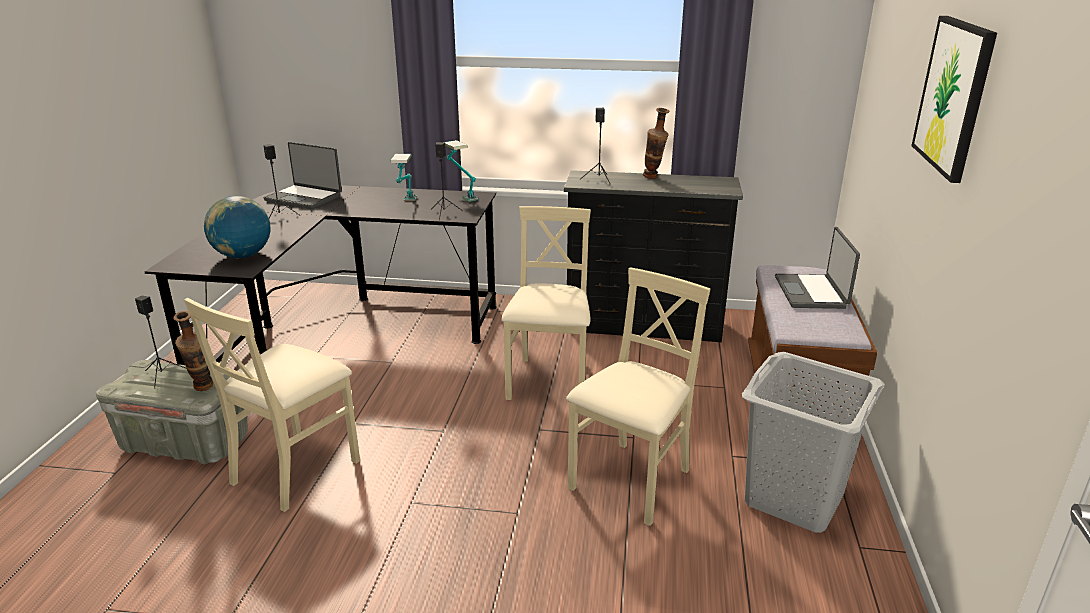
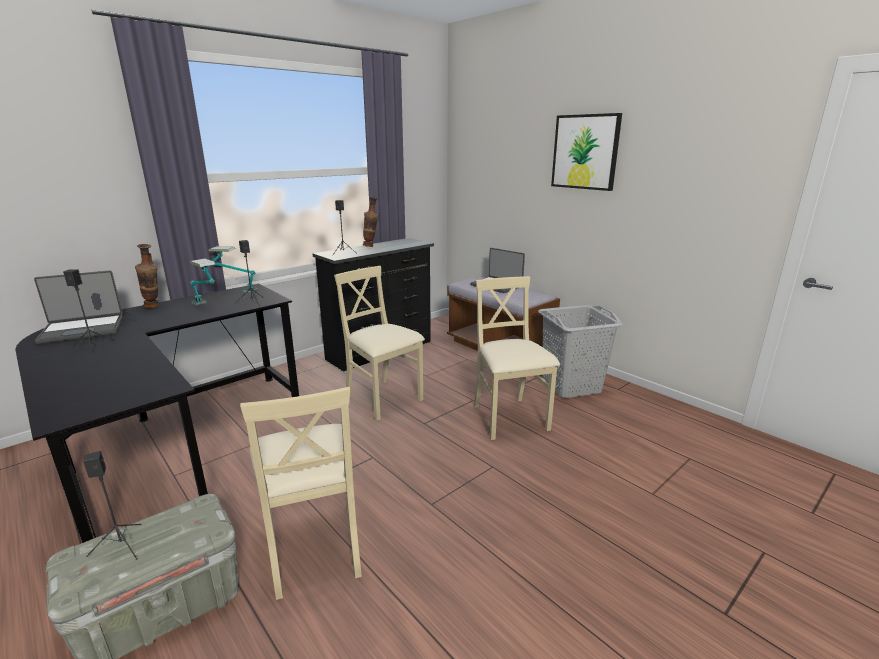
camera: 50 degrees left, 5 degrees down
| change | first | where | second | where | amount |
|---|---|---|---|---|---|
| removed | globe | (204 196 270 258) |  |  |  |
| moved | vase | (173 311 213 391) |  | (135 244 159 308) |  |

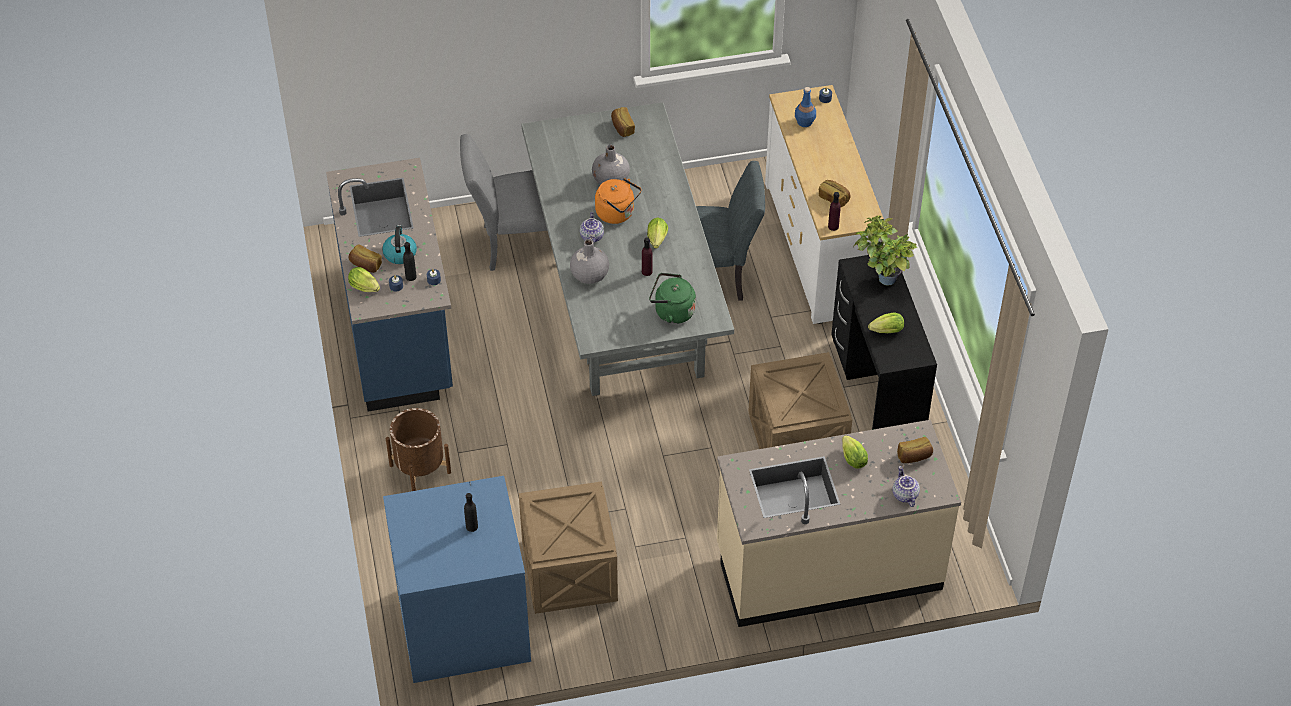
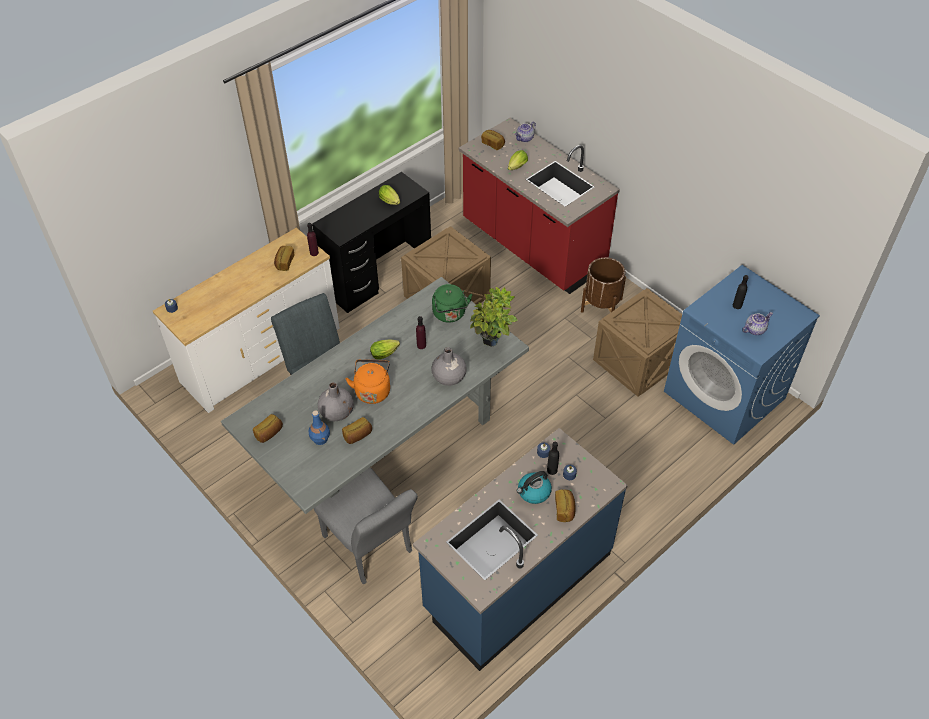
camera: 120 degrees left, 0 degrees up
| change | first | where | second | where | amount |
|---|---|---|---|---|---|
| removed | lettuce | (348 267 380 292) |  |  |  |
| added |  |  | bread | (342 417 372 444) |  |
| moved | brown planter | (386 408 451 491) |  | (581 257 626 313) |  |
| moved | teapot | (580 212 604 243) |  | (743 312 773 335) |  |
| moved | blue bottle | (795 87 816 127) |  | (308 410 330 445) |  |
| moved | potted plant | (853 215 917 286) |  | (470 287 518 347) |  |
| recoloured | beige counter | (717 420 961 627) | red counter | (459 118 620 294) |  |

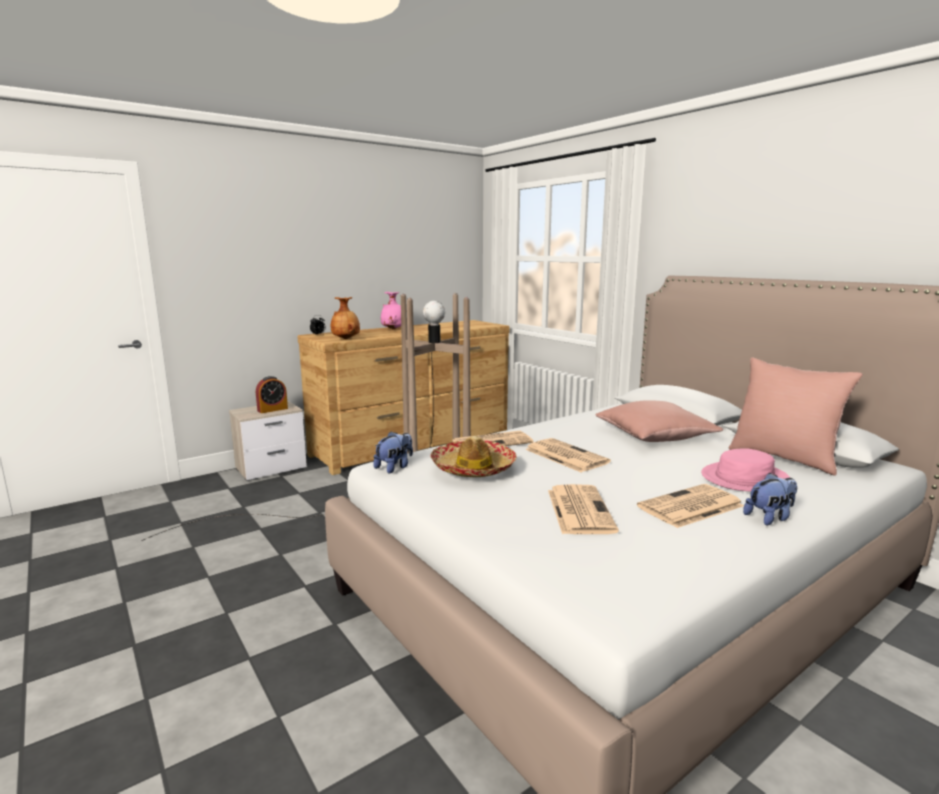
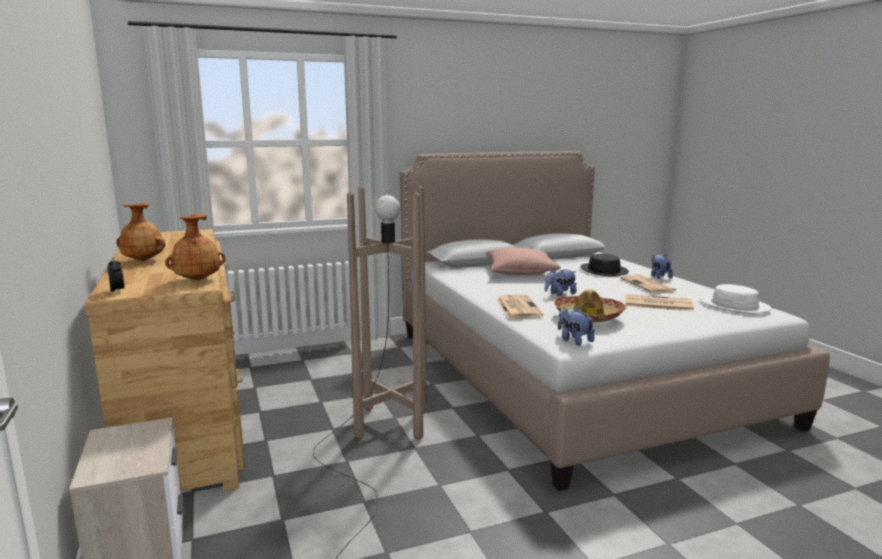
camera: 75 degrees left, 0 degrees up
| change | first | where | second | where | amount |
|---|---|---|---|---|---|
| removed | alarm clock | (256 376 288 413) |  |  |  |
| removed | pink pillow | (729 357 863 476) |  |  |  |
| added |  |  | white hat | (700 284 771 314) |  |
| replaced | newspaper | (525 438 611 472) | plush toy | (545 268 577 296) |  |
| recoloured | pink vase | (381 292 401 329) | brown vase | (116 202 166 261) |  |
| recoloured | pink hat | (701 448 790 491) | black hat | (580 254 629 276) |  |

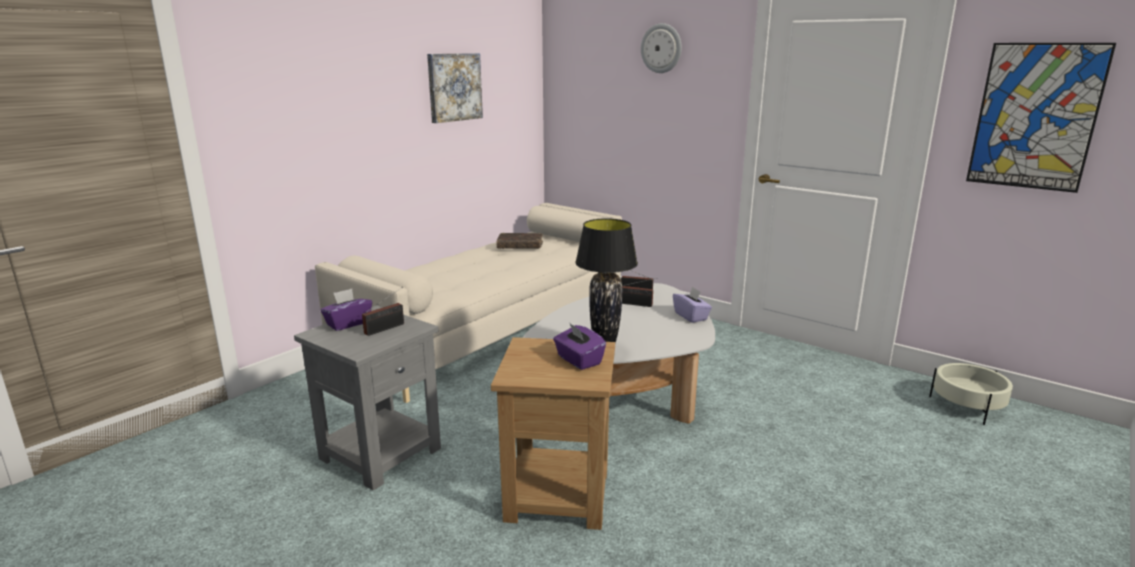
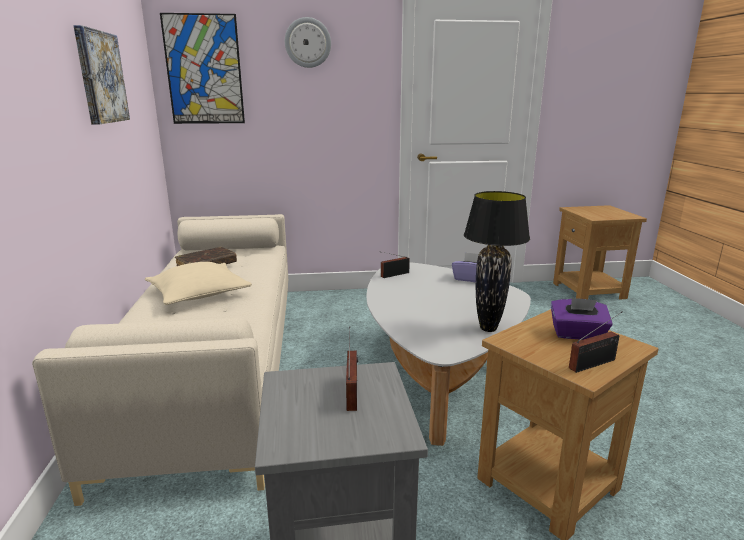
camera: 45 degrees left, 0 degrees up
| change | first | where | second | where | amount |
|---|---|---|---|---|---|
| removed | purple tissue box | (320 289 372 331) |  |  |  |
| added |  |  | beige pillow | (145 262 252 305) |  |
| moved | radio | (622 278 657 307) |  | (569 312 622 373) |  |
| moved | picture | (966 43 1116 193) |  | (160 13 245 124) |  |
| replaced | beige planter | (929 363 1013 425) | brown side table | (553 205 647 300) |  |

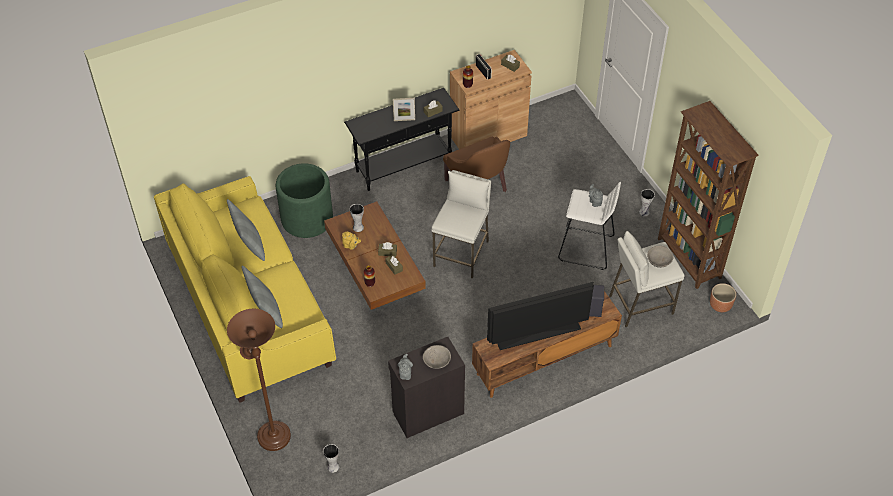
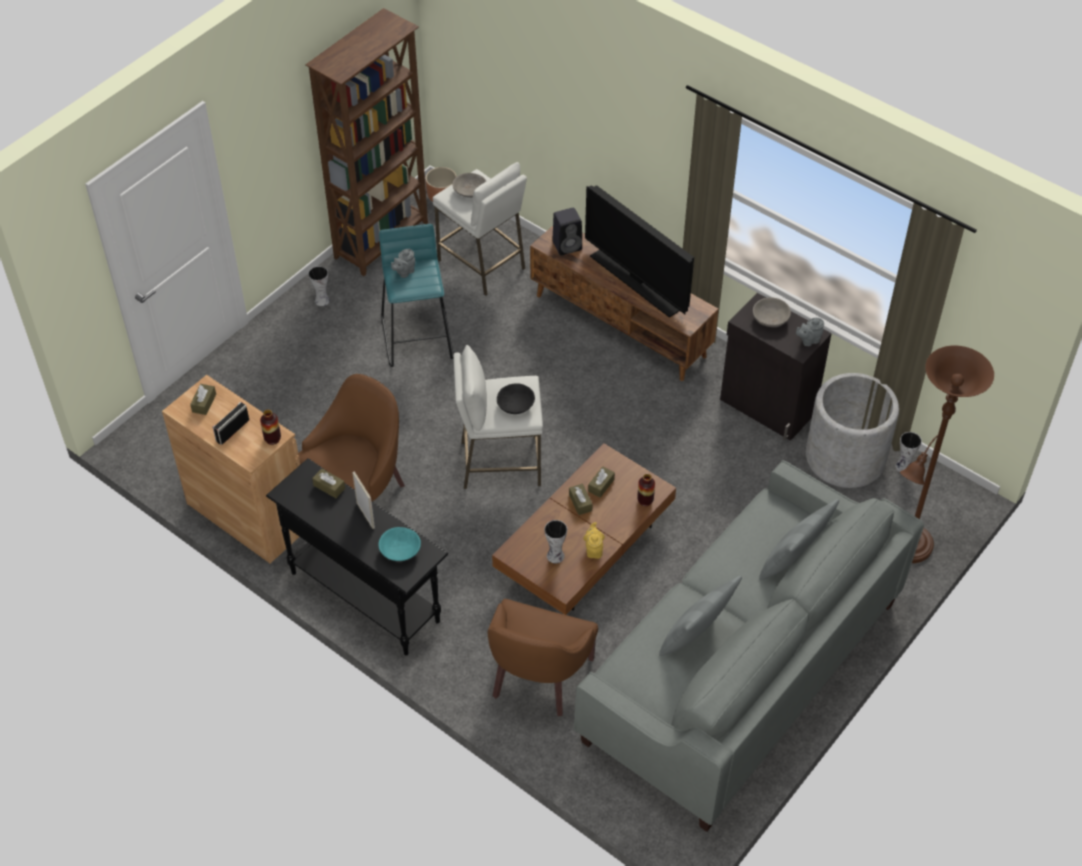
camera: 115 degrees left, 0 degrees up
| change | first | where | second | where | amount |
|---|---|---|---|---|---|
| added |  |  | turquoise bowl | (378 527 421 561) |  |
| added |  |  | black bowl | (497 383 535 414) |  |
| added |  |  | grey planter | (806 373 899 488) |  |
| replaced | green planter | (276 163 333 238) | brown armchair | (488 599 598 716) |  |
| recoloured | yellow sofa | (154 176 336 403) | grey sofa | (574 460 924 832) |  |
| recoloured | white stool | (558 182 621 270) | turquoise stool | (379 224 454 367) |  |

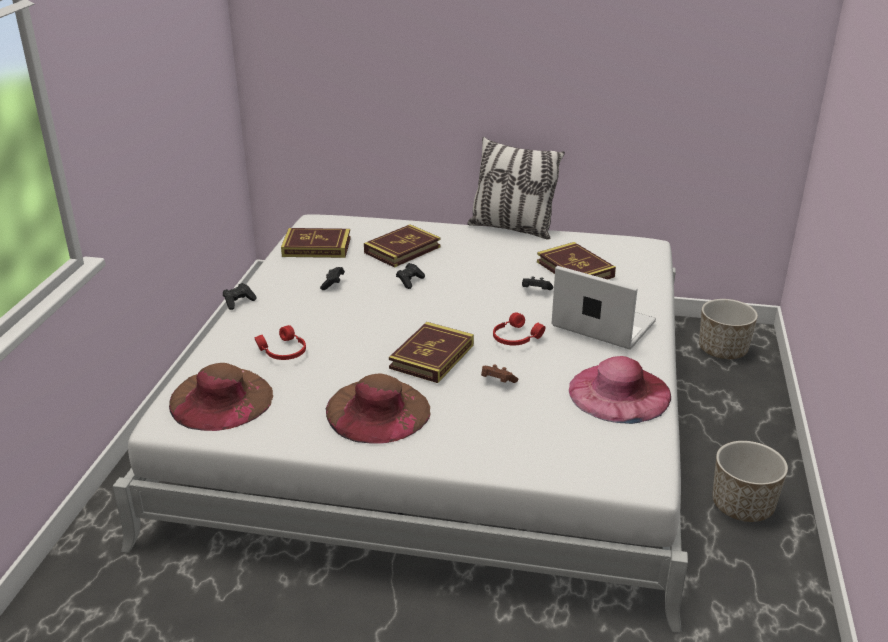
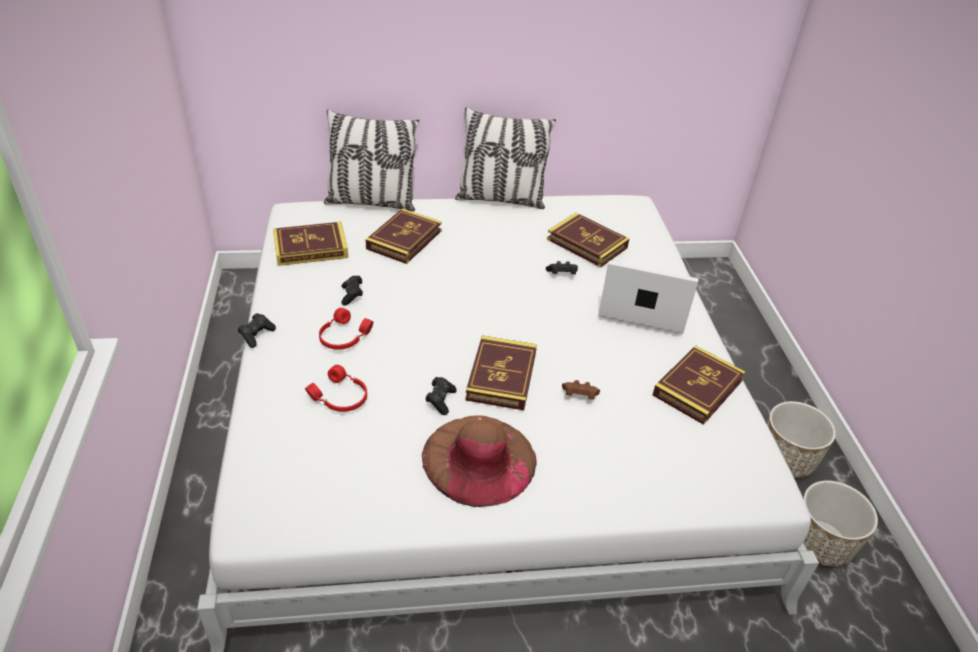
camera: 20 degrees left, 10 degrees up
| change | first | where | second | where | amount |
|---|---|---|---|---|---|
| removed | brown hat | (169 363 273 431) |  |  |  |
| added |  |  | pillow | (324 110 419 211) |  |
| moved | black game controller | (396 263 425 289) |  | (425 377 457 415) |  |
| moved | red headphones | (493 312 545 345) |  | (319 308 373 350) |  |
| moved | planter | (699 299 758 359) |  | (803 480 878 567) |  |
| replaced | pink hat | (569 356 671 424) | book | (653 345 745 425) |  |

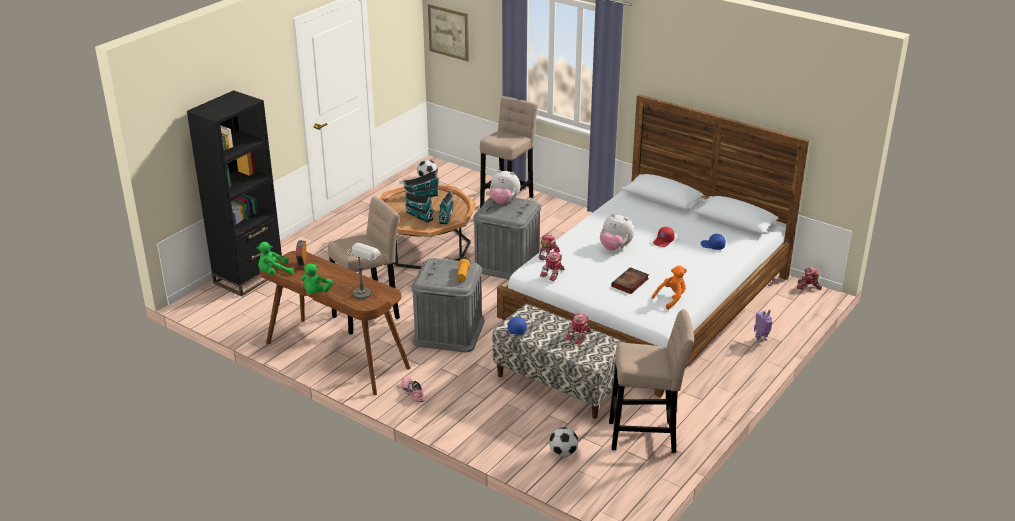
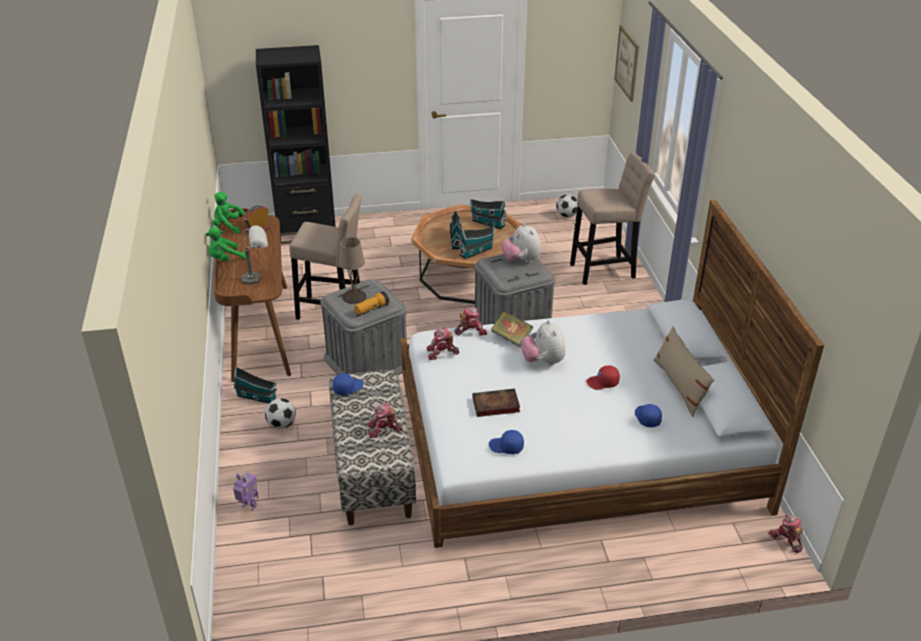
camera: 45 degrees right, 5 degrees up
| change | first | where | second | where | amount |
|---|---|---|---|---|---|
| removed | beige stool | (609 309 694 453) |  |  |  |
| added |  |  | beige table lamp | (339 237 366 304) |  |
| added |  |  | book | (491 311 533 347) |  |
| added |  |  | beige pillow | (653 326 714 417) |  |
| moved | football | (549 427 579 457) |  | (265 398 296 429) |  |
| moved | toy robot | (754 309 772 342) |  | (233 472 259 511) |  |
| replaced | pink shoe | (401 376 425 402) | toy house | (234 366 277 403) |  |
| replaced | orange plush toy | (652 265 687 310) | blue cap | (489 430 524 454) |  |

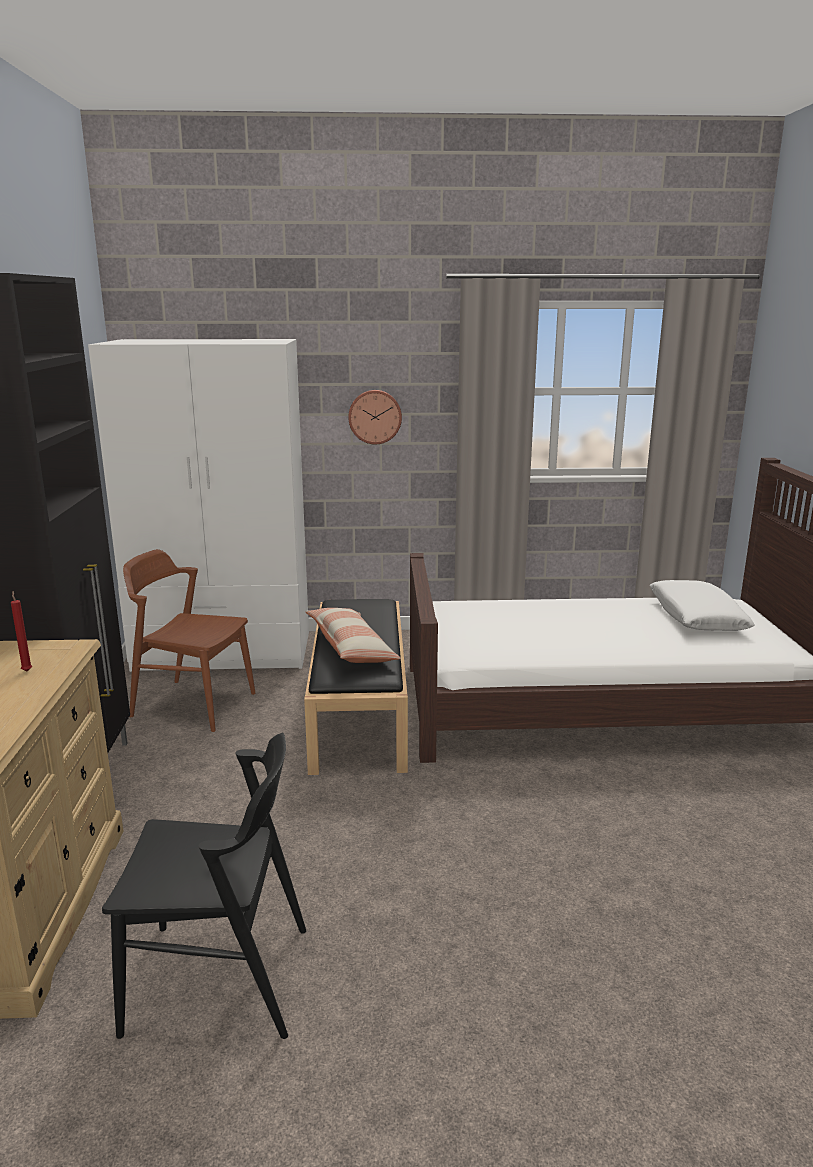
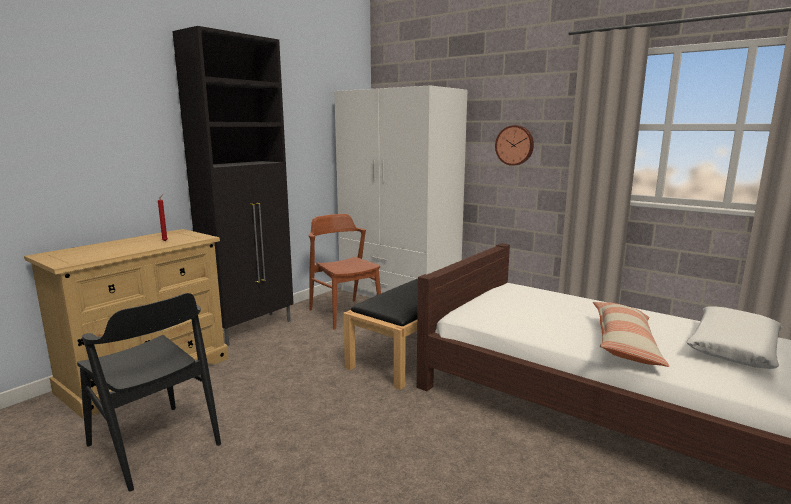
camera: 40 degrees right, 5 degrees down
| change | first | where | second | where | amount |
|---|---|---|---|---|---|
| moved | pillow | (305 608 401 663) |  | (593 302 669 367) |  |

